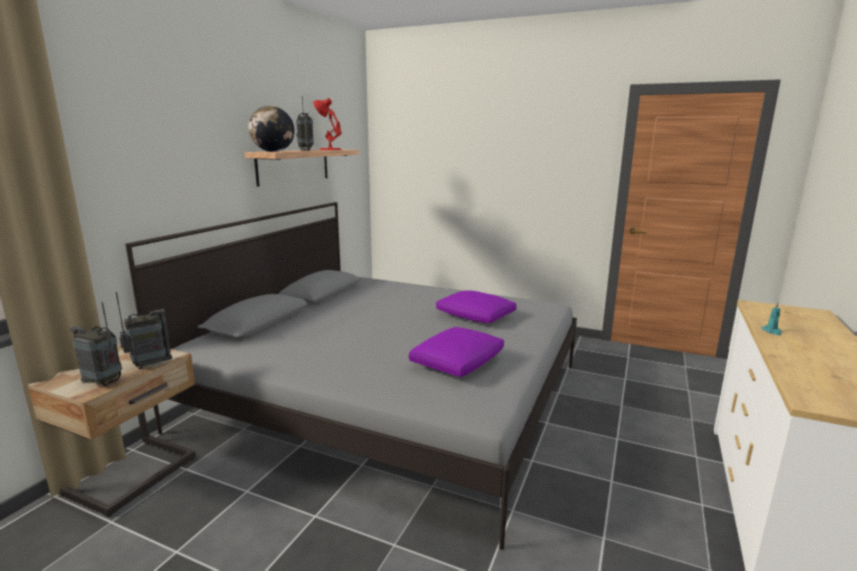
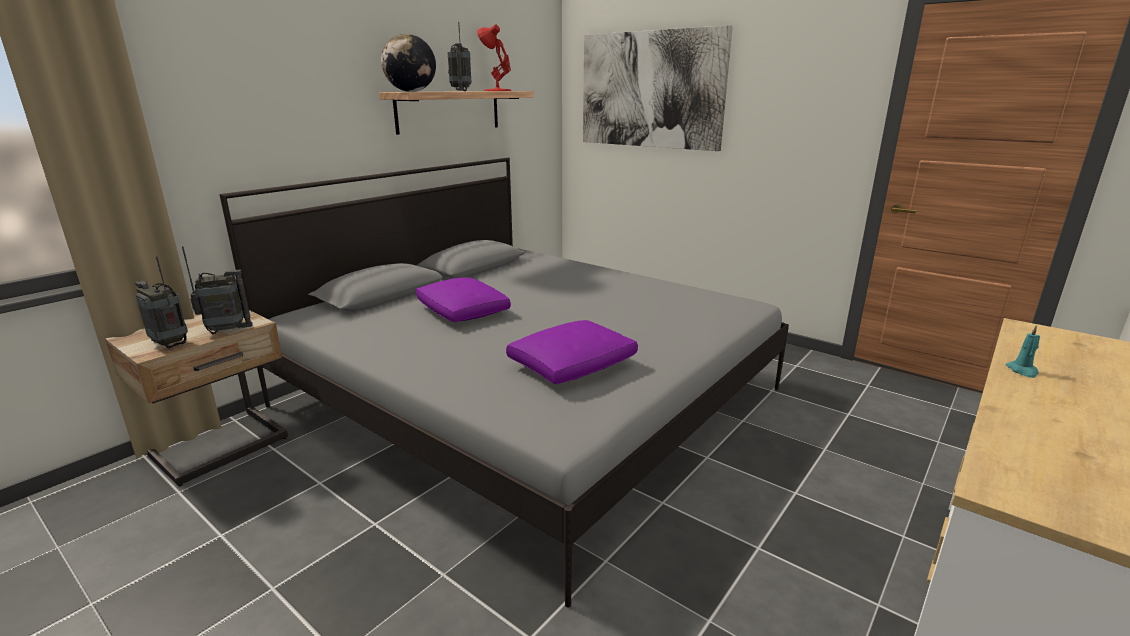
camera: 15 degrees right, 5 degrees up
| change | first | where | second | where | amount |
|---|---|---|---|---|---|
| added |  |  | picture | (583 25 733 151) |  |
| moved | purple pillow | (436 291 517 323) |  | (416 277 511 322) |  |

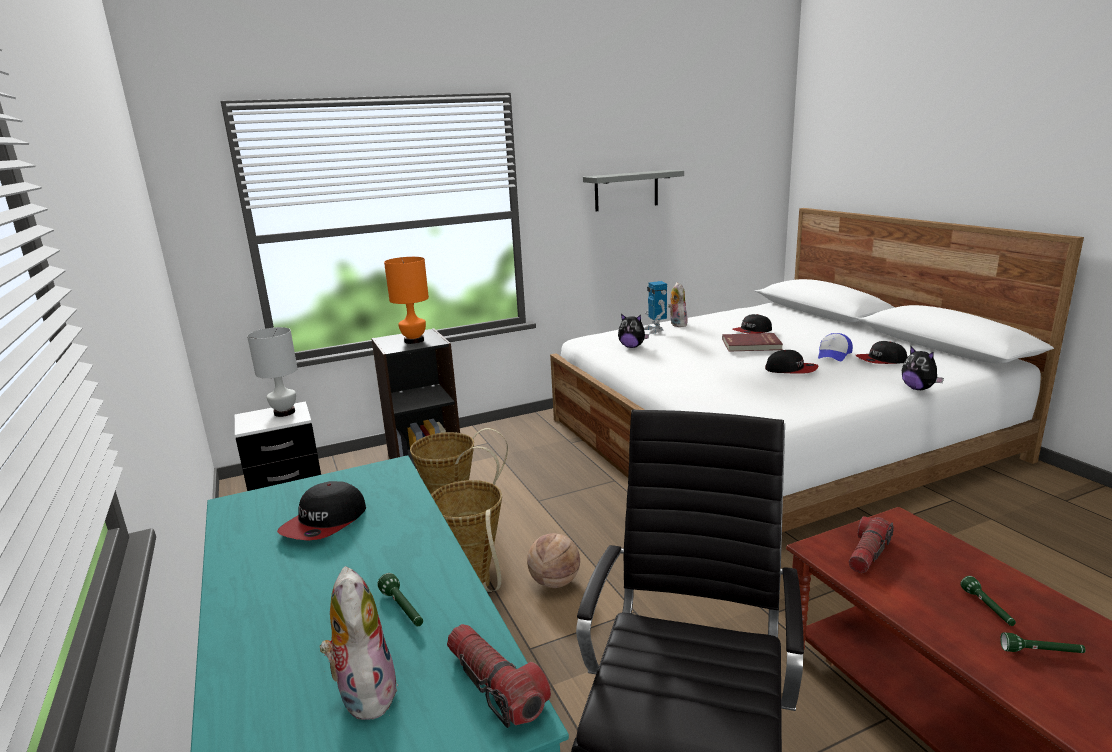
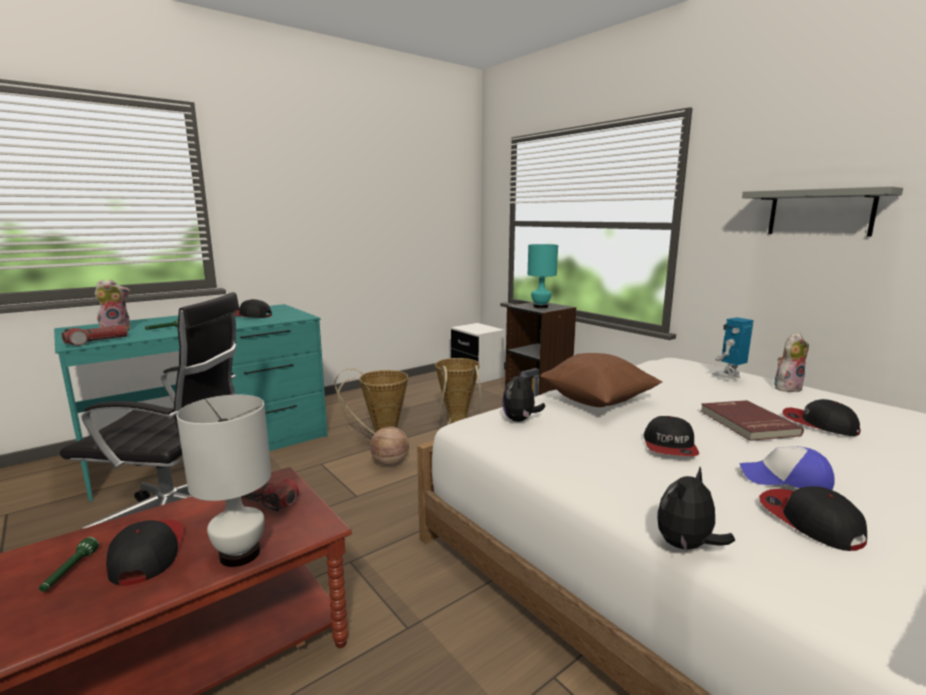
camera: 75 degrees right, 5 degrees down
| change | first | where | second | where | amount |
|---|---|---|---|---|---|
| added |  |  | brown pillow | (540 353 662 407) |  |
| moved | white table lamp | (247 327 298 417) |  | (176 394 271 567) |  |
| moved | plush toy | (618 314 649 348) |  | (502 370 545 422) |  |
| replaced | green flashlight | (960 576 1016 626) | cap | (106 520 184 585) |  |
| recoloured | orange table lamp | (384 257 429 344) | turquoise table lamp | (528 244 558 308) |  |

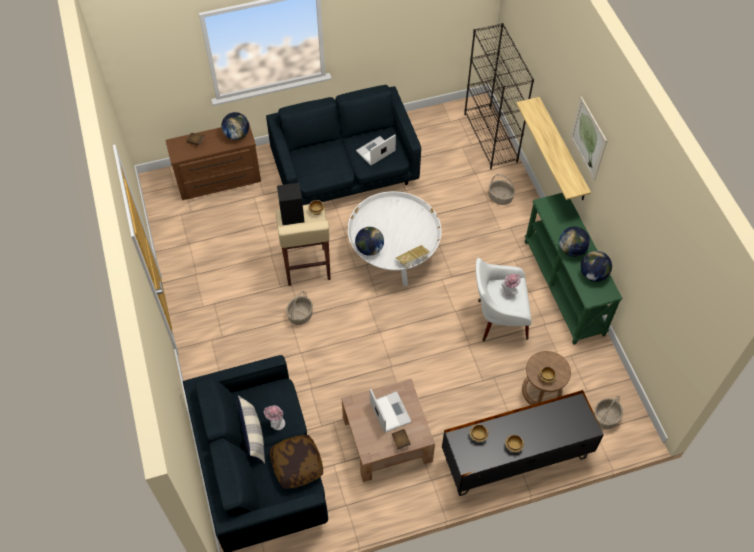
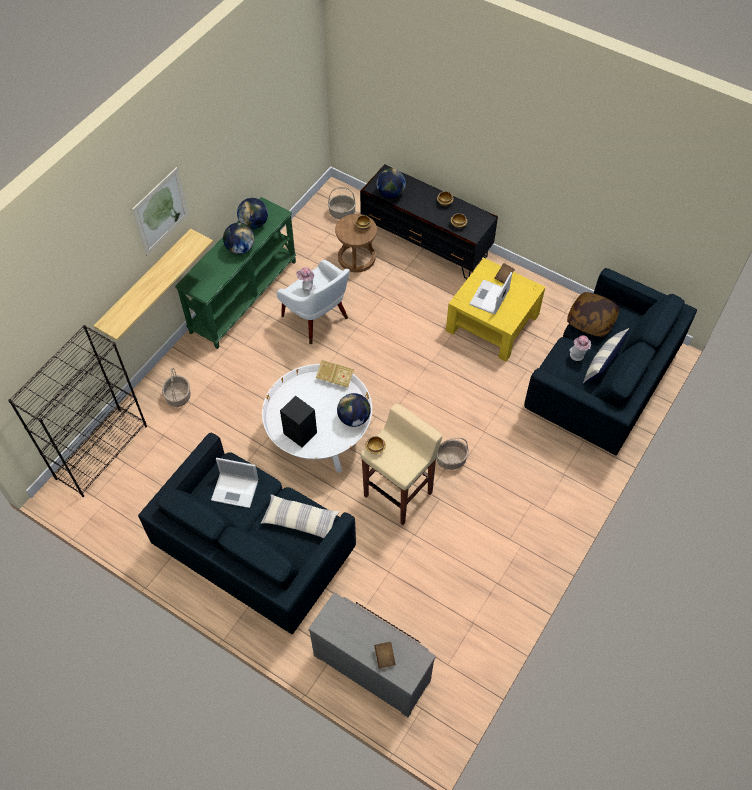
camera: 130 degrees left, 0 degrees up
| change | first | where | second | where | amount |
|---|---|---|---|---|---|
| added |  |  | pillow | (261 494 339 539) |  |
| moved | globe | (221 112 249 140) |  | (376 168 406 198) |  |
| moved | black speaker | (277 183 305 225) |  | (280 396 317 448) |  |
| recoloured | brown dresser | (165 121 261 200) | grey dresser | (308 593 436 717) |  |
| recoloured | brown coffee table | (341 378 435 482) | yellow coffee table | (446 258 545 361) |  |

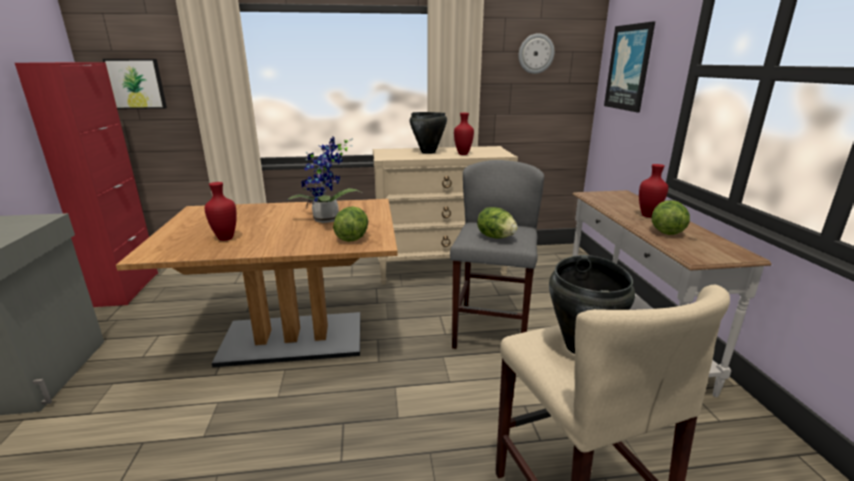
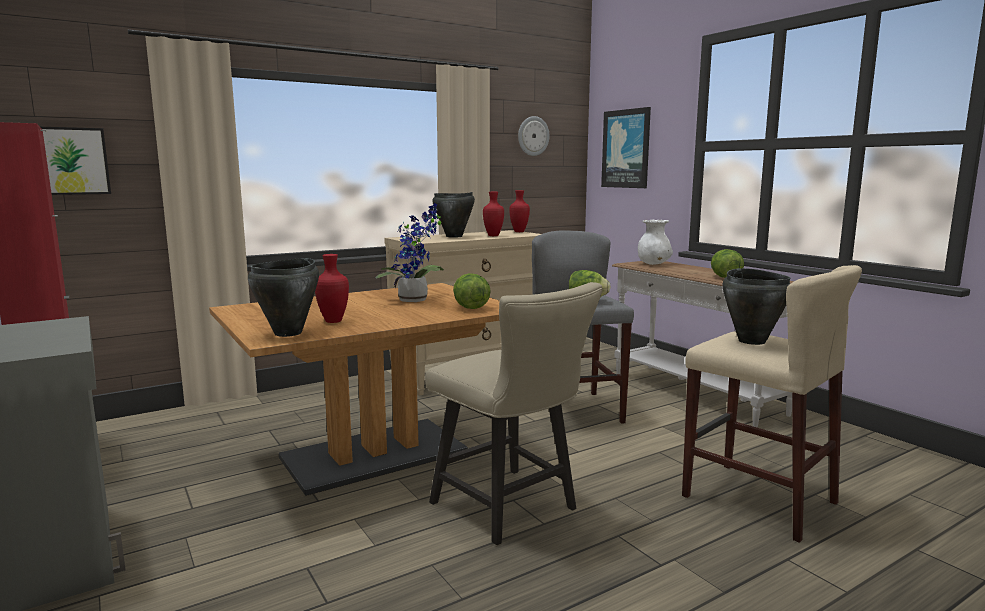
camera: 25 degrees left, 10 degrees down
| change | first | where | second | where | amount |
|---|---|---|---|---|---|
| added |  |  | black cooking pot | (248 258 319 337) |  |
| added |  |  | beige chair | (425 282 603 545) |  |
| added |  |  | white vase | (638 220 673 265) |  |
| moved | red vase | (639 164 668 217) |  | (509 190 530 232) |  |

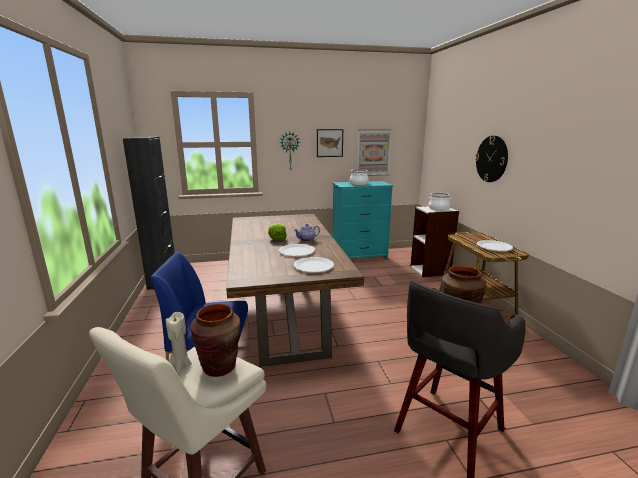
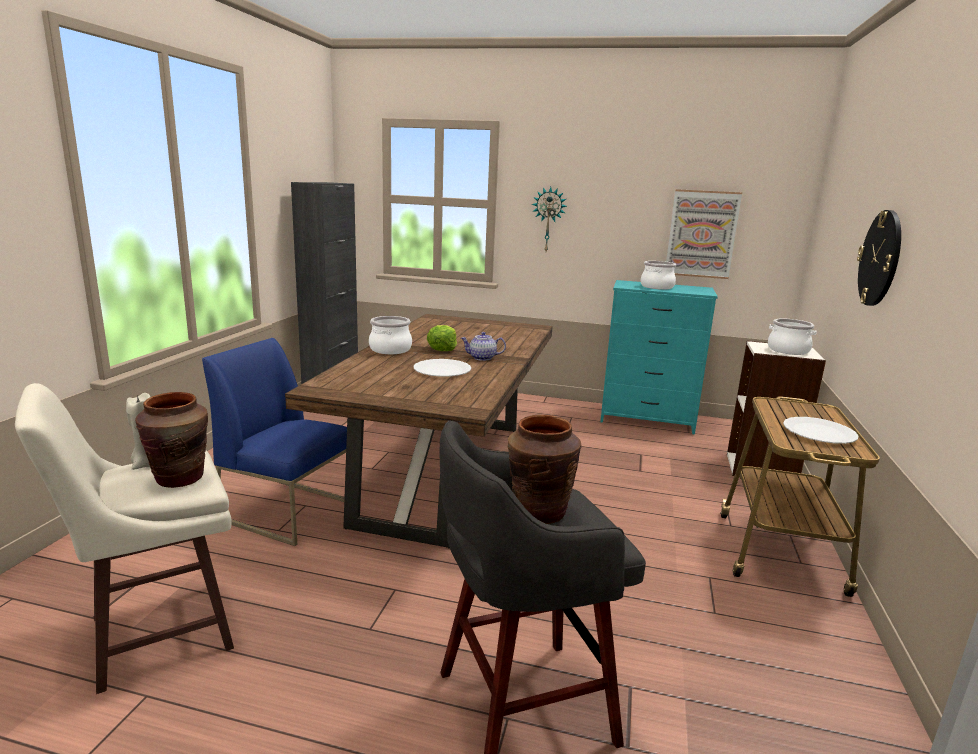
camera: 25 degrees right, 0 degrees up
| change | first | where | second | where | amount |
|---|---|---|---|---|---|
| removed | white plate | (294 257 334 273) |  |  |  |
| removed | picture | (317 129 343 157) |  |  |  |
| added |  |  | cooking pot | (369 316 412 354) |  |

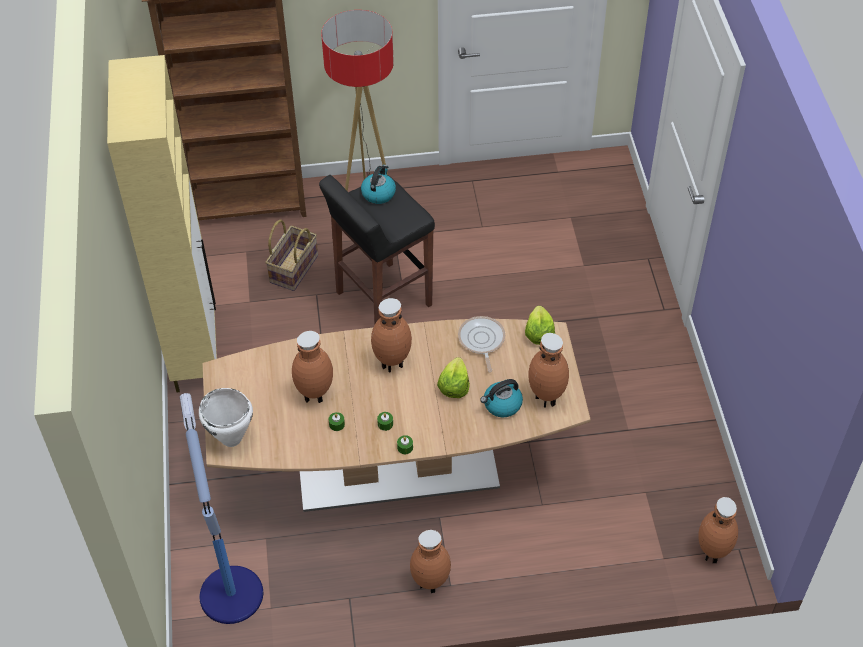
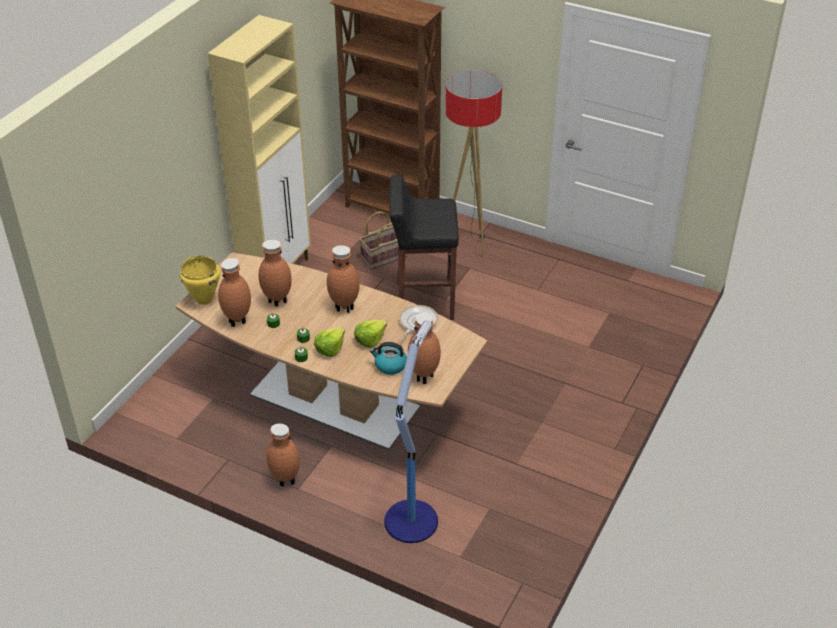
camera: 35 degrees right, 10 degrees down
| change | first | where | second | where | amount |
|---|---|---|---|---|---|
| removed | kettle | (361 165 396 204) |  |  |  |
| moved | floor lamp | (180 393 263 624) |  | (384 320 438 543) |  |
| moved | lettuce | (525 306 555 345) |  | (314 327 345 357) |  |
| moved | brown vase | (698 497 738 563) |  | (218 258 251 327) |  |
| recoloured | white cooking pot | (199 388 253 447) | yellow cooking pot | (180 255 220 305) |  |

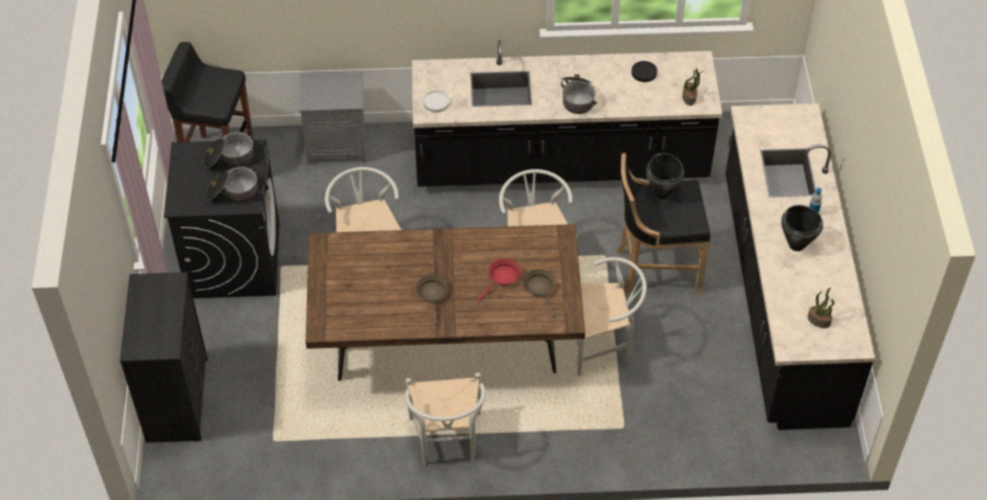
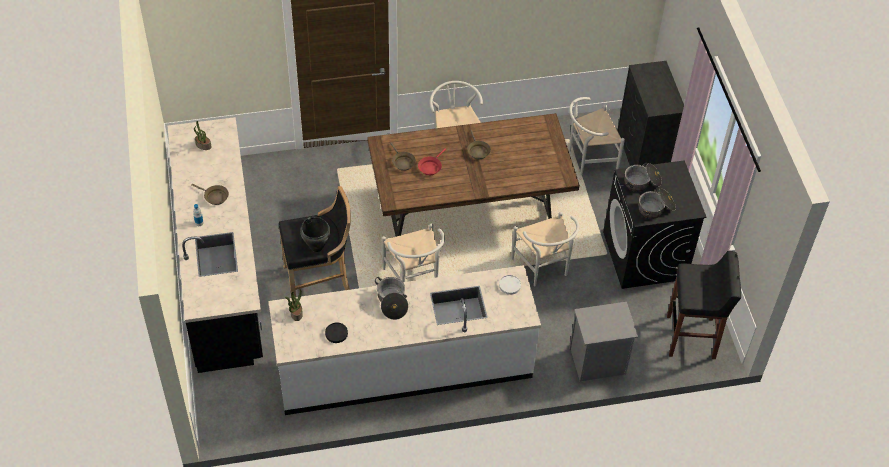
camera: 170 degrees right, 0 degrees up
| change | first | where | second | where | amount |
|---|---|---|---|---|---|
| moved | white chair | (576 257 646 376) |  | (569 97 625 175) |  |
| replaced | black cooking pot | (781 205 823 251) | brown frying pan | (191 184 229 205) |  |
| recoloured | black counter | (412 40 722 187) | white counter | (268 265 541 415) |  |

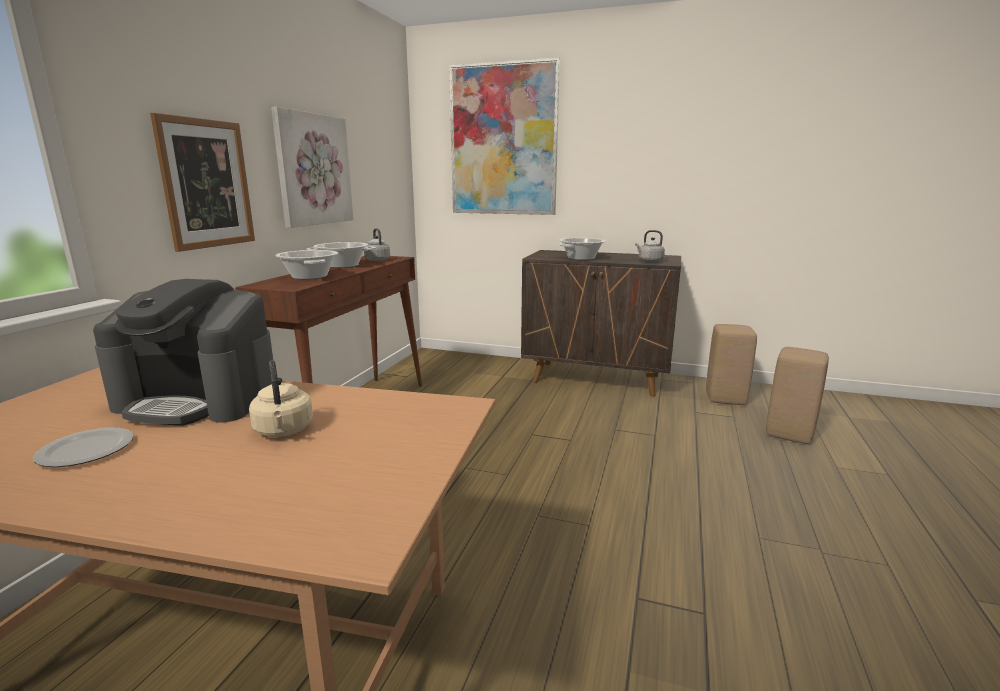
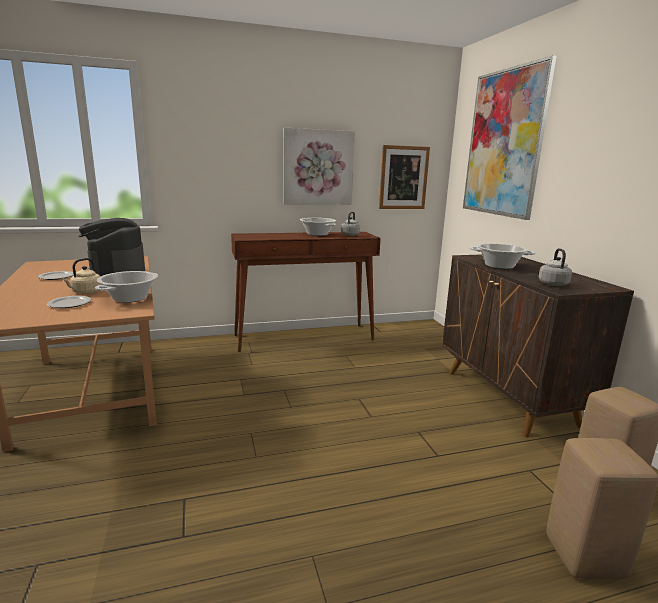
camera: 55 degrees right, 0 degrees up
| change | first | where | second | where | amount |
|---|---|---|---|---|---|
| added |  |  | plate | (47 296 91 308) |  |
| moved | picture | (150 113 255 252) |  | (379 145 430 209) |  |
| moved | cooking pot | (275 250 338 280) |  | (95 271 158 303) |  |

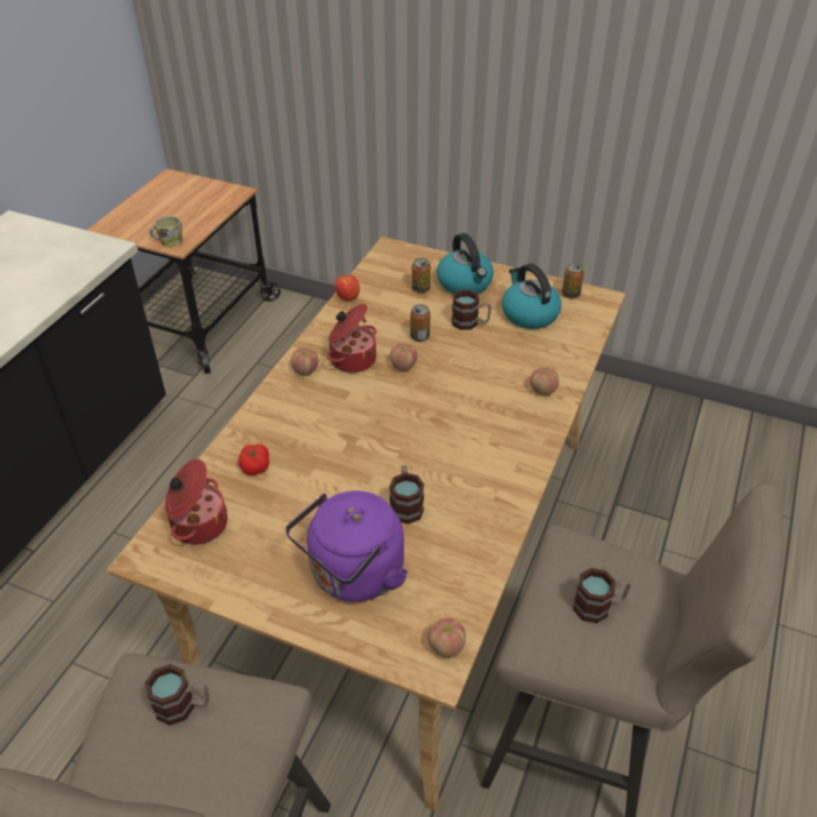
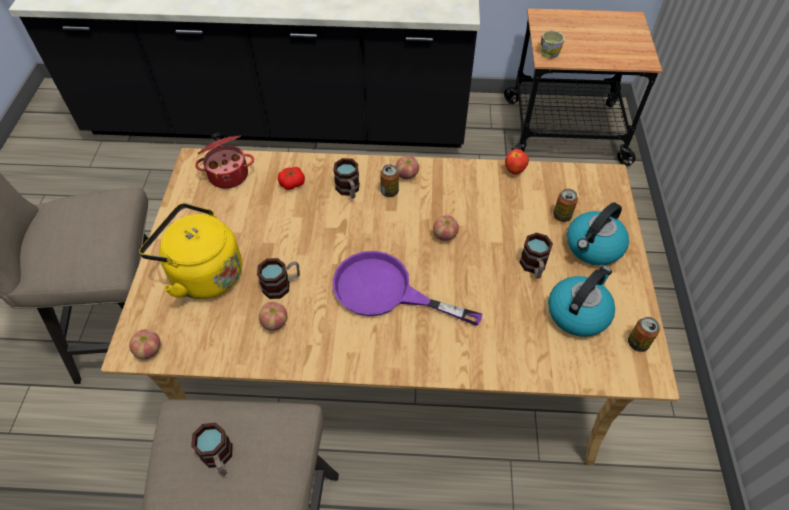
camera: 70 degrees right, 10 degrees up
| change | first | where | second | where | amount |
|---|---|---|---|---|---|
| removed | cooking pot | (327 303 377 373) |  |  |  |
| added |  |  | purple frying pan | (333 251 482 326) |  |
| moved | mug | (145 664 210 725) |  | (333 158 360 199) |  |
| moved | can | (410 304 430 341) |  | (380 164 399 197) |  |
| moved | apple | (530 368 559 395) |  | (259 302 287 331) |  |
| recoloured | purple kettle | (286 491 408 602) | yellow kettle | (139 203 242 299) |  |

